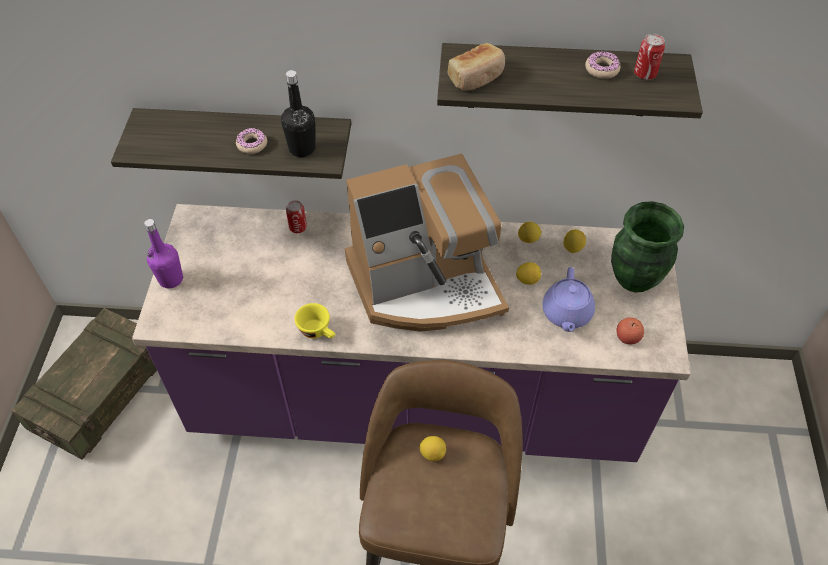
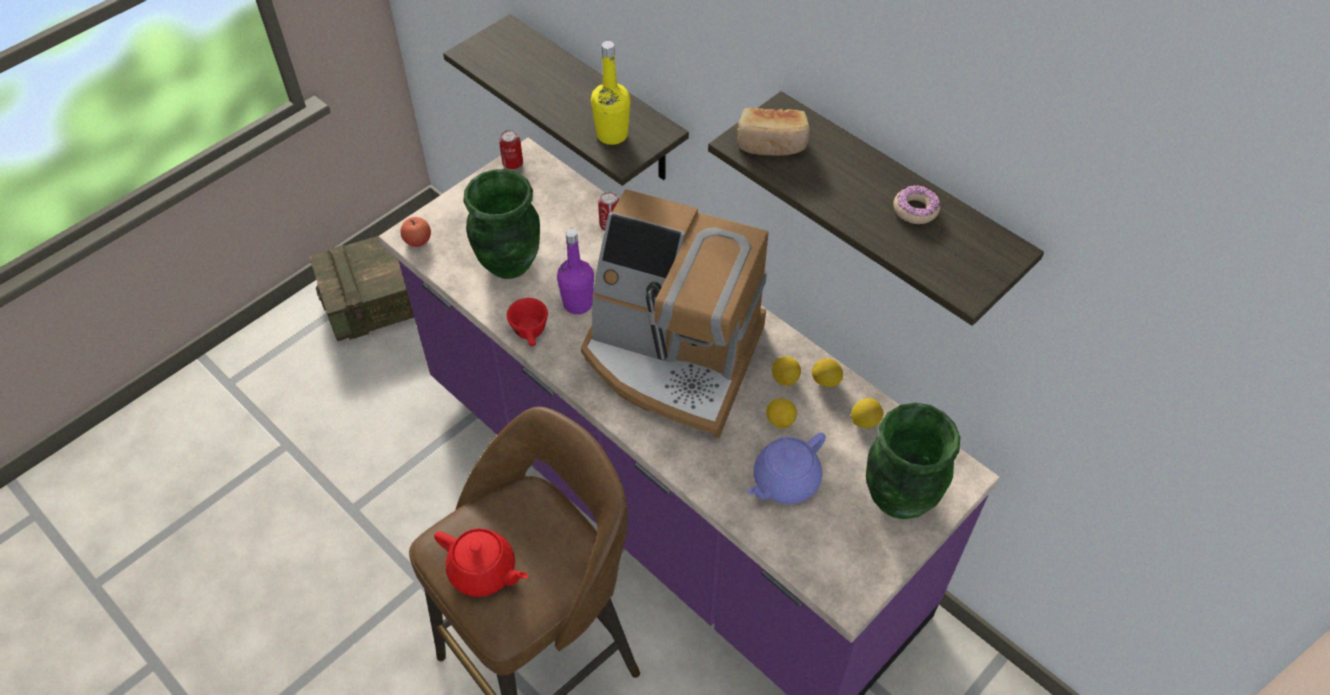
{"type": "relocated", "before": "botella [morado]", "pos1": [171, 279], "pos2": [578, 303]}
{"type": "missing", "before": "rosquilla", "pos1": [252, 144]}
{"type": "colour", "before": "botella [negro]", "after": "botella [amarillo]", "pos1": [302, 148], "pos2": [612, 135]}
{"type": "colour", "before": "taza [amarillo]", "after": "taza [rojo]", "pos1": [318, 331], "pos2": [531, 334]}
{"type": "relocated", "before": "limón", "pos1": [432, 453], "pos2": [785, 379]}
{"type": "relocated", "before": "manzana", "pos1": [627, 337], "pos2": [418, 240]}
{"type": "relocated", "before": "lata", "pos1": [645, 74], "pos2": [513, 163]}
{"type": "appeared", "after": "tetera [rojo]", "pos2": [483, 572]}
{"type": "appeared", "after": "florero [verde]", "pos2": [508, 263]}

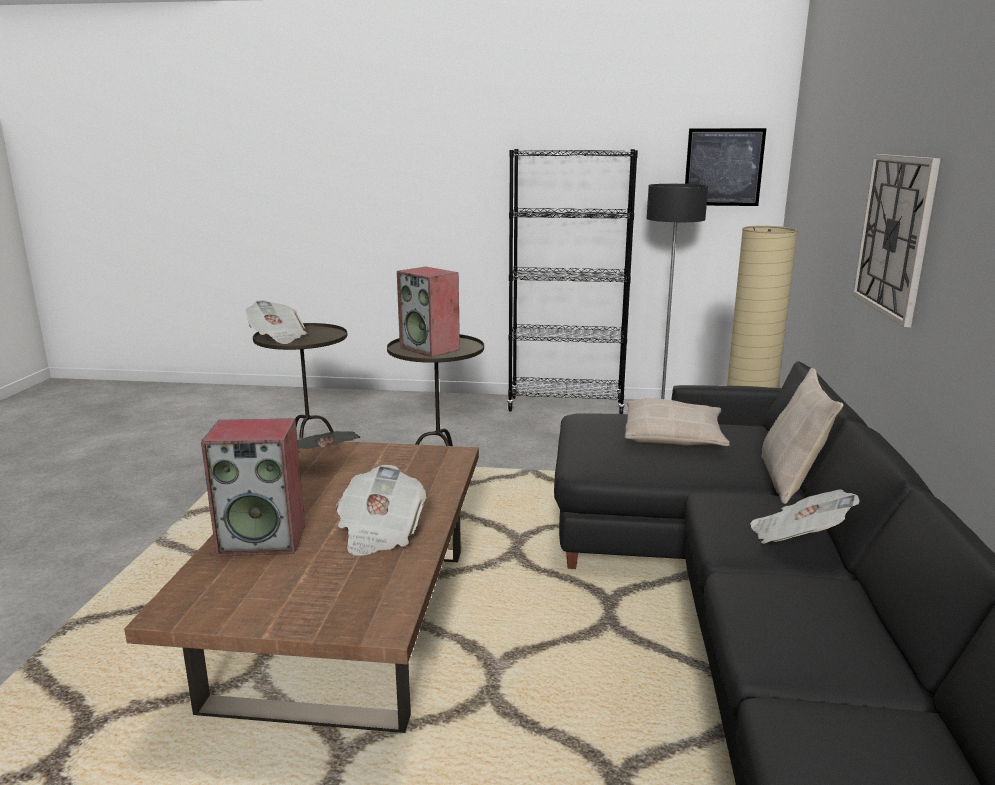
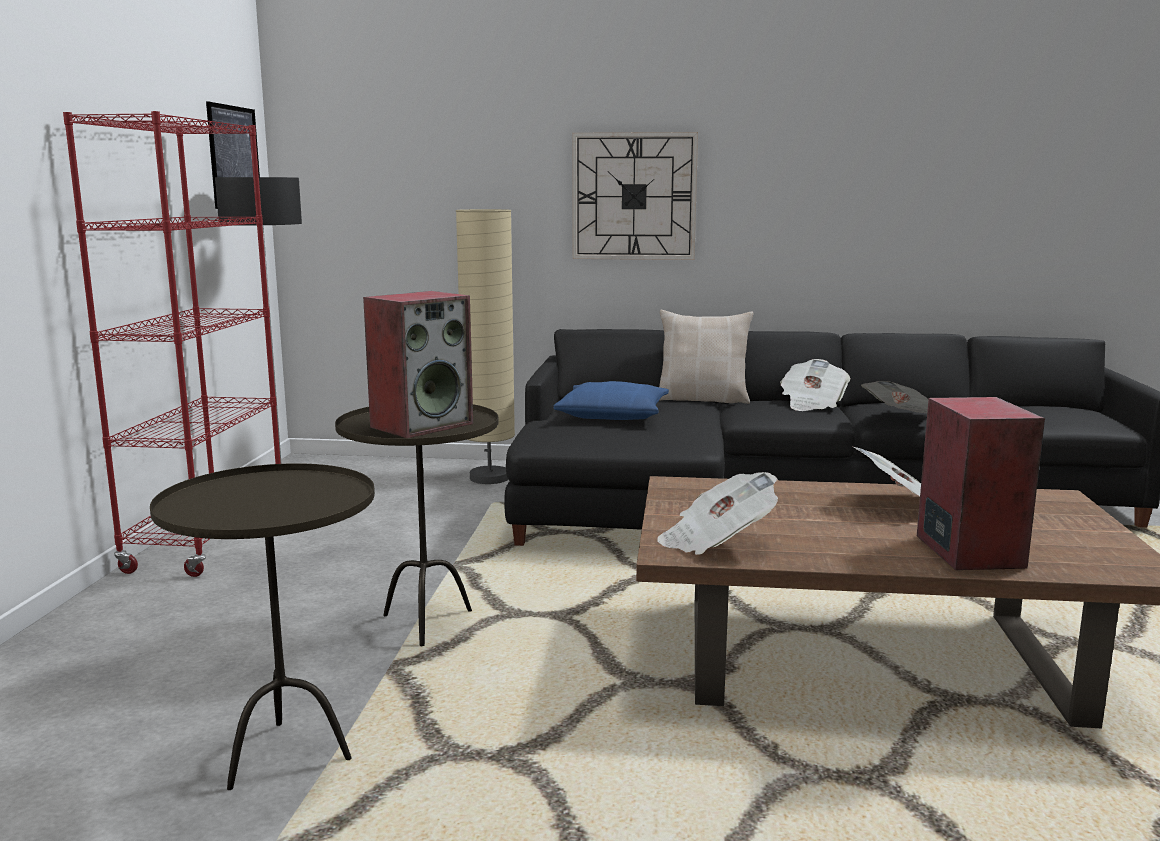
{"type": "relocated", "before": "periódico", "pos1": [277, 337], "pos2": [899, 417]}
{"type": "colour", "before": "estantería [negro]", "after": "estantería [rojo]", "pos1": [566, 406], "pos2": [208, 540]}
{"type": "colour", "before": "cojín [beis]", "after": "cojín [azul]", "pos1": [673, 436], "pos2": [613, 414]}

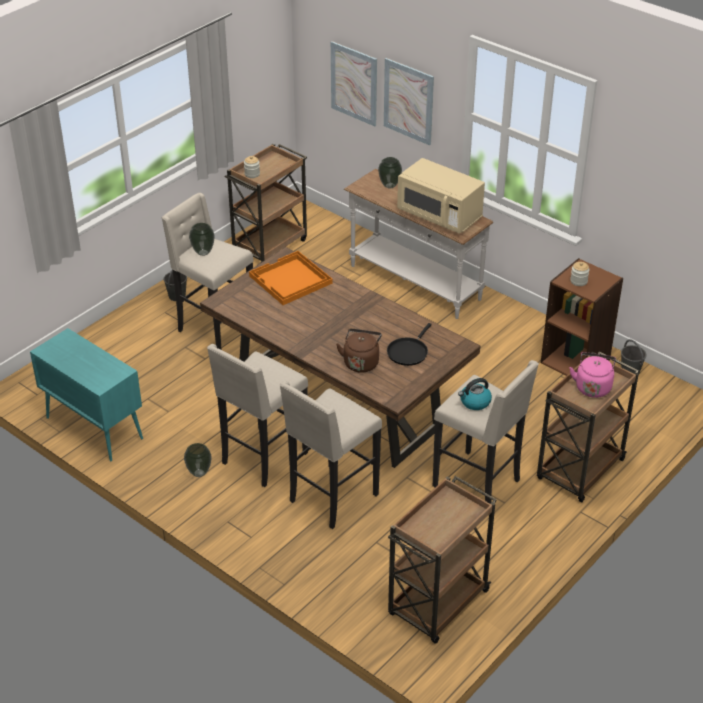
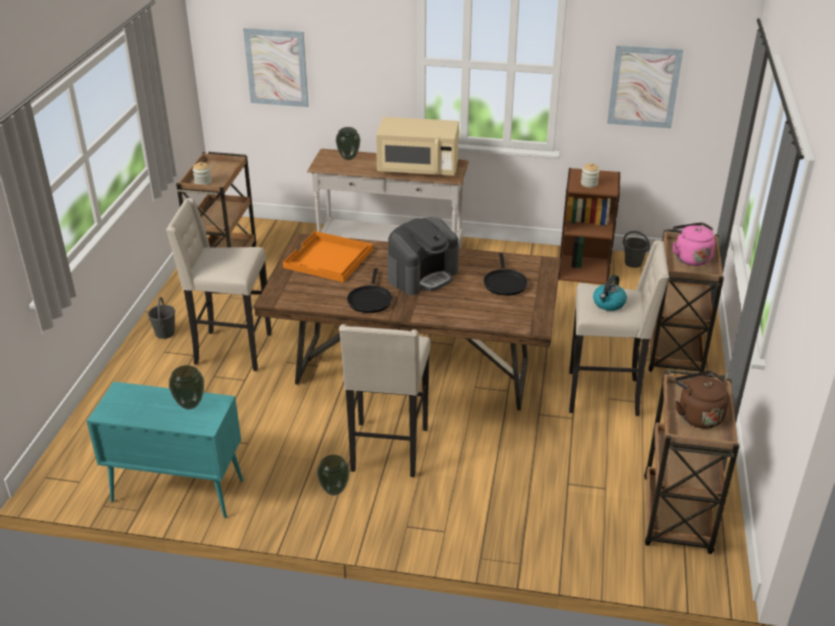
{"type": "relocated", "before": "florero", "pos1": [203, 252], "pos2": [190, 404]}
{"type": "missing", "before": "taburete [beis]", "pos1": [331, 498]}
{"type": "relocated", "before": "hervidor [marrón]", "pos1": [361, 362], "pos2": [697, 415]}
{"type": "relocated", "before": "cuadro", "pos1": [408, 101], "pos2": [644, 87]}
{"type": "appeared", "after": "sartén [negro]", "pos2": [370, 300]}
{"type": "appeared", "after": "cafetera", "pos2": [422, 275]}

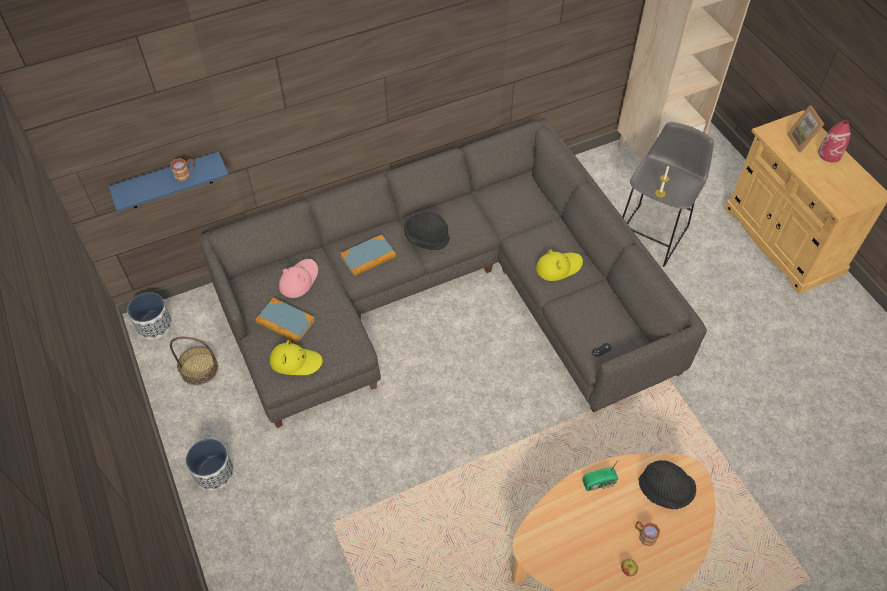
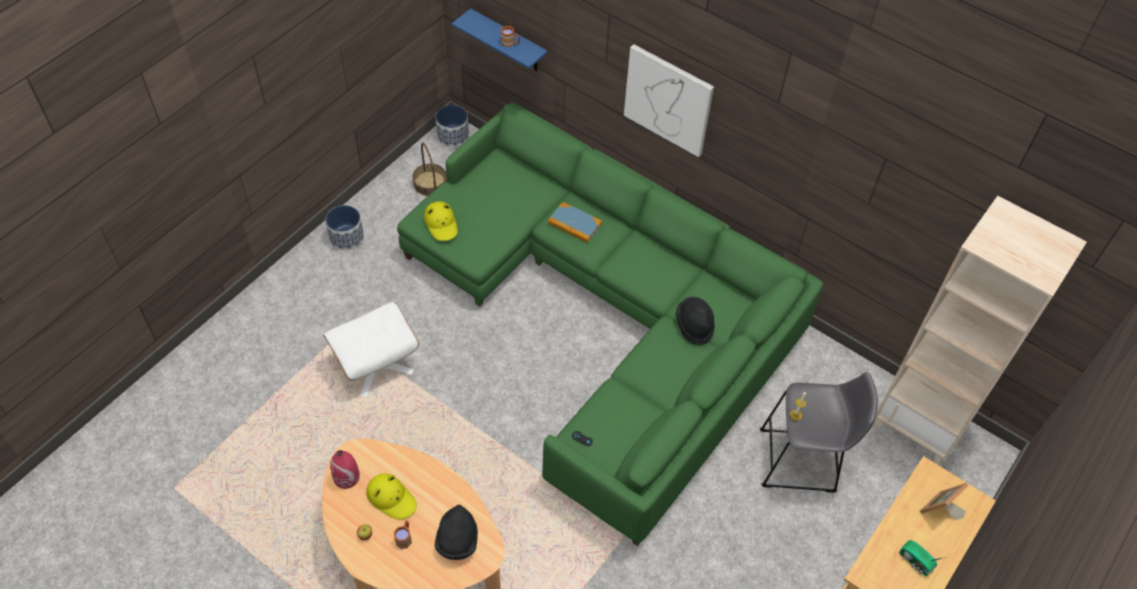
{"type": "colour", "before": "sofá [gris]", "after": "sofá [verde]", "pos1": [448, 293], "pos2": [610, 316]}
{"type": "missing", "before": "libro", "pos1": [285, 322]}
{"type": "missing", "before": "sombrero [rosa]", "pos1": [299, 280]}
{"type": "relocated", "before": "sombrero [negro]", "pos1": [426, 238], "pos2": [694, 325]}
{"type": "relocated", "before": "sombrero [amarillo]", "pos1": [558, 267], "pos2": [391, 498]}
{"type": "relocated", "before": "radio", "pos1": [600, 482], "pos2": [916, 562]}
{"type": "relocated", "before": "florero [rojo]", "pos1": [829, 154], "pos2": [346, 477]}
{"type": "appeared", "after": "puf [blanco]", "pos2": [376, 364]}
{"type": "appeared", "after": "cuadro", "pos2": [668, 100]}

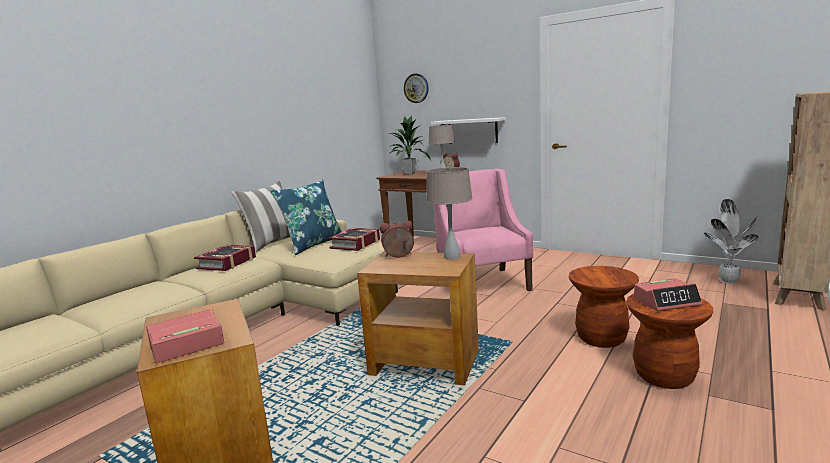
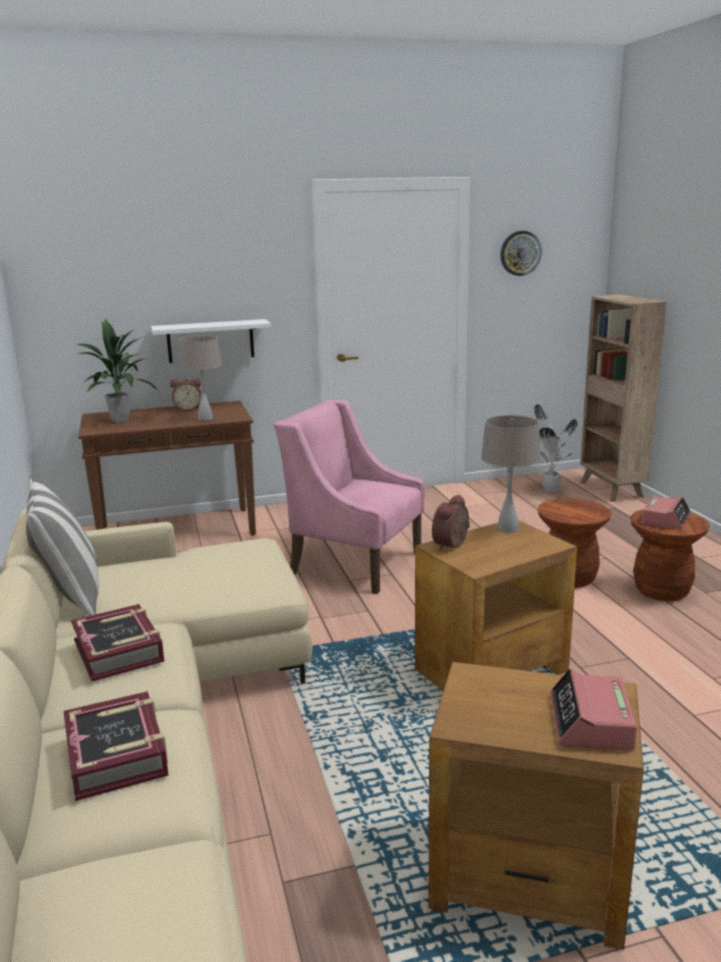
{"type": "missing", "before": "cojín [azul]", "pos1": [313, 245]}
{"type": "relocated", "before": "libro", "pos1": [355, 244], "pos2": [117, 754]}
{"type": "relocated", "before": "reloj de pared", "pos1": [416, 88], "pos2": [520, 253]}

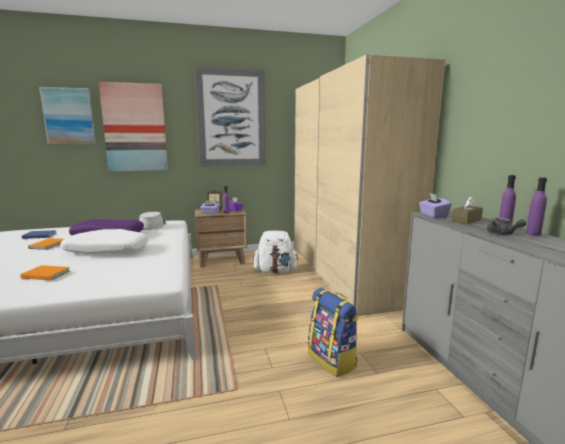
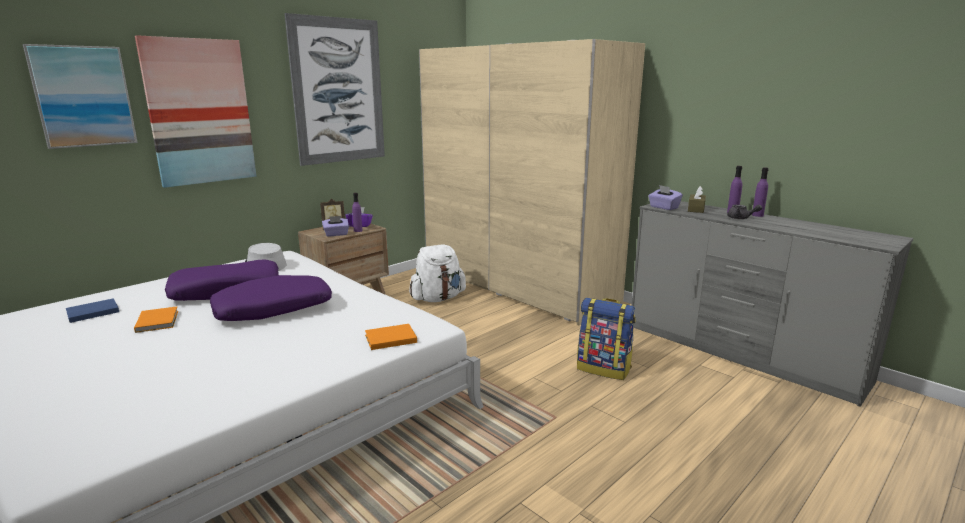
{"type": "relocated", "before": "libro [naranja]", "pos1": [46, 274], "pos2": [389, 338]}
{"type": "colour", "before": "cojín [blanco]", "after": "cojín [morado]", "pos1": [106, 251], "pos2": [273, 310]}

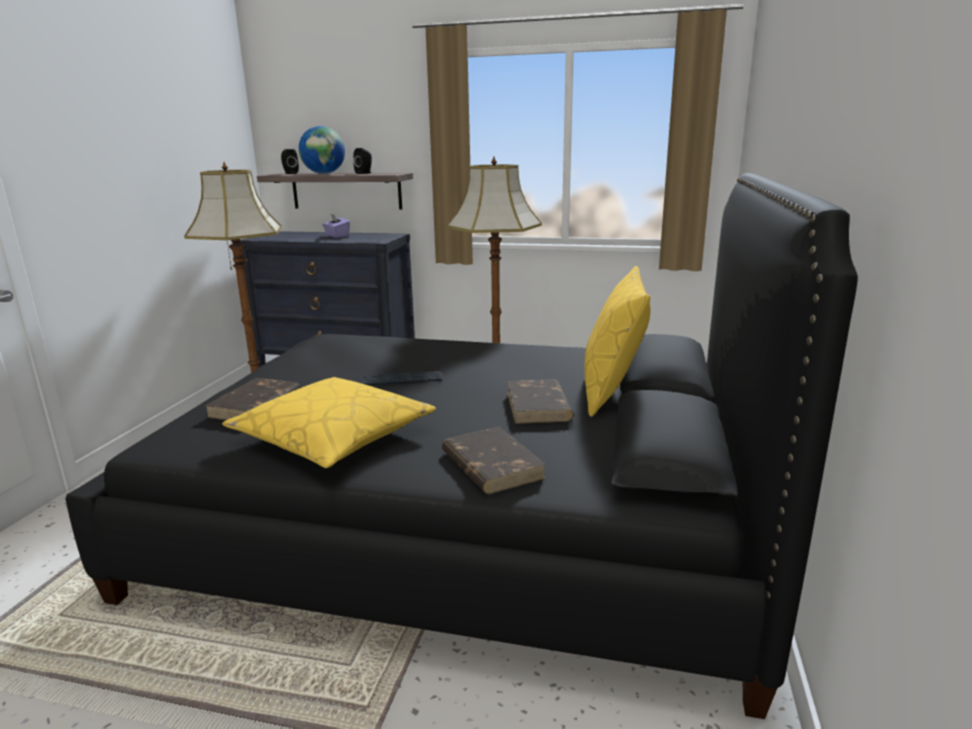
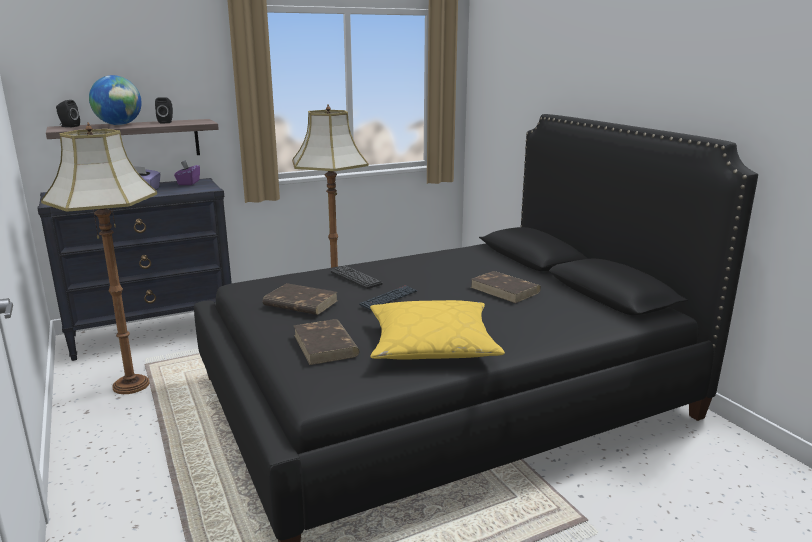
{"type": "relocated", "before": "libro [marrón]", "pos1": [491, 464], "pos2": [300, 303]}
{"type": "missing", "before": "cojín [amarillo]", "pos1": [612, 391]}
{"type": "appeared", "after": "caja de pañuelos [morado]", "pos2": [188, 183]}
{"type": "appeared", "after": "teclado", "pos2": [356, 278]}

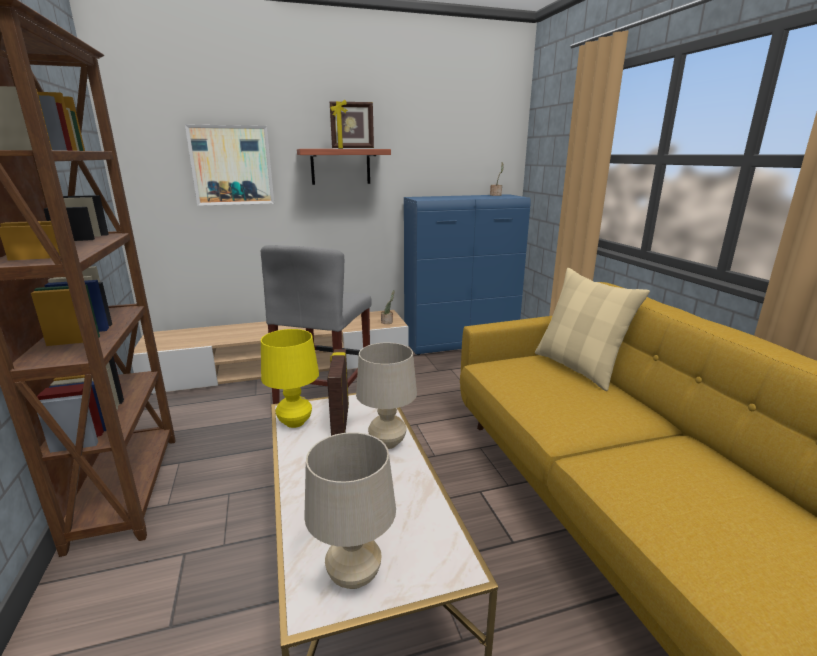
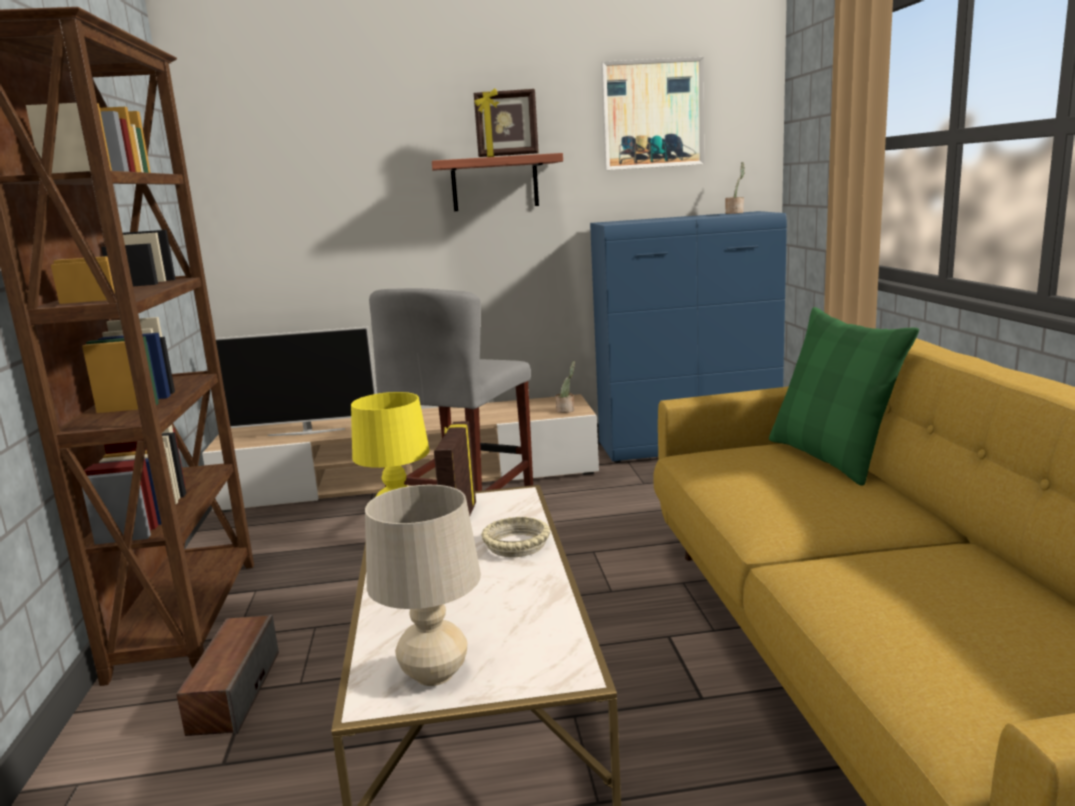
{"type": "relocated", "before": "cuadro", "pos1": [232, 165], "pos2": [652, 114]}
{"type": "exchanged", "before": "lámpara de mesa [beis]", "after": "cuenco [beis]", "pos1": [387, 443], "pos2": [517, 545]}
{"type": "colour", "before": "cojín [beis]", "after": "cojín [verde]", "pos1": [578, 368], "pos2": [831, 458]}
{"type": "appeared", "after": "altavoz", "pos2": [234, 691]}
{"type": "appeared", "after": "televisor", "pos2": [306, 432]}

